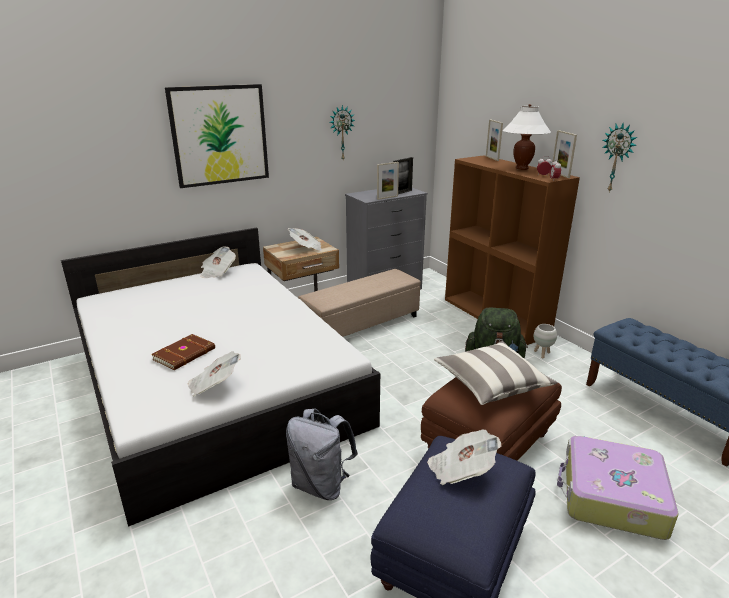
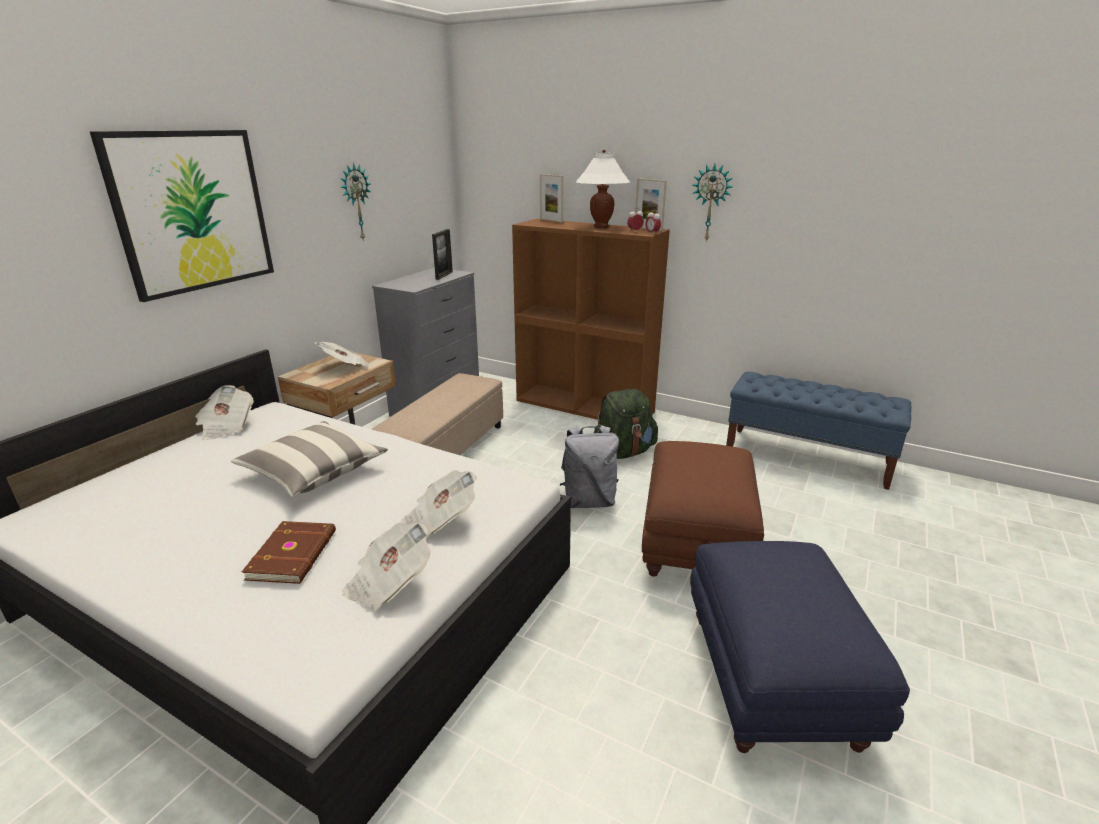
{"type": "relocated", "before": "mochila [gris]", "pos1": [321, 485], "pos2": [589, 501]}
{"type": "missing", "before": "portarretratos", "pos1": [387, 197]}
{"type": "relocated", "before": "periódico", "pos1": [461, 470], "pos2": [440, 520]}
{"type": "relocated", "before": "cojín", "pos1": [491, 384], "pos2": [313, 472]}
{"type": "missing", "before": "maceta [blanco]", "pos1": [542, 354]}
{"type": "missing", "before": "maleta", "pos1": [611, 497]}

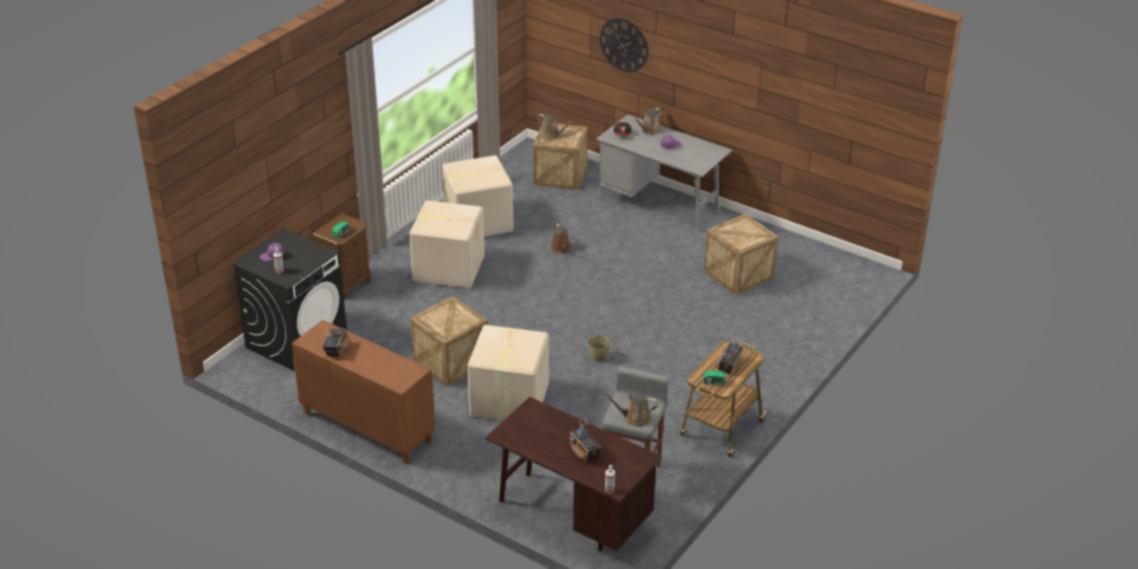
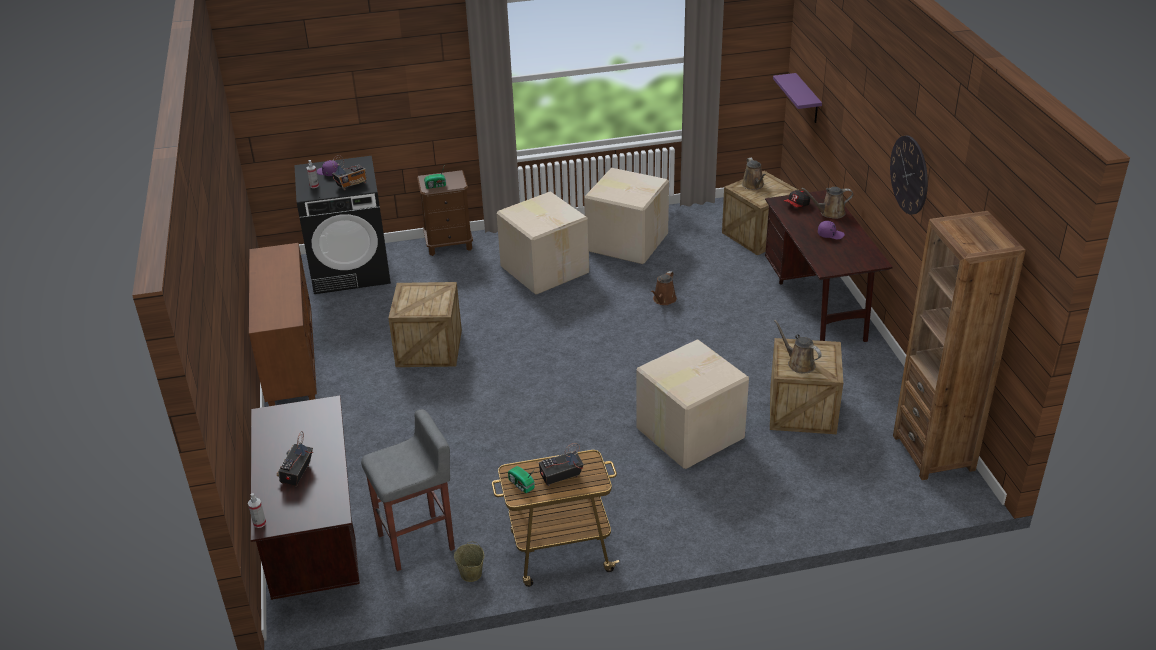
{"type": "relocated", "before": "radio", "pos1": [337, 350], "pos2": [352, 185]}
{"type": "relocated", "before": "caja de cartón", "pos1": [508, 400], "pos2": [688, 433]}
{"type": "relocated", "before": "cubo [beis]", "pos1": [599, 357], "pos2": [471, 574]}
{"type": "colour", "before": "escritorio [gris]", "after": "escritorio [marrón]", "pos1": [661, 205], "pos2": [818, 305]}
{"type": "relocated", "before": "reloj de pared", "pos1": [624, 44], "pos2": [909, 175]}
{"type": "relocated", "before": "regadera [marrón]", "pos1": [634, 418], "pos2": [799, 363]}
{"type": "appeared", "after": "estante [morado]", "pos2": [807, 99]}
{"type": "appeared", "after": "estantería [marrón]", "pos2": [933, 452]}

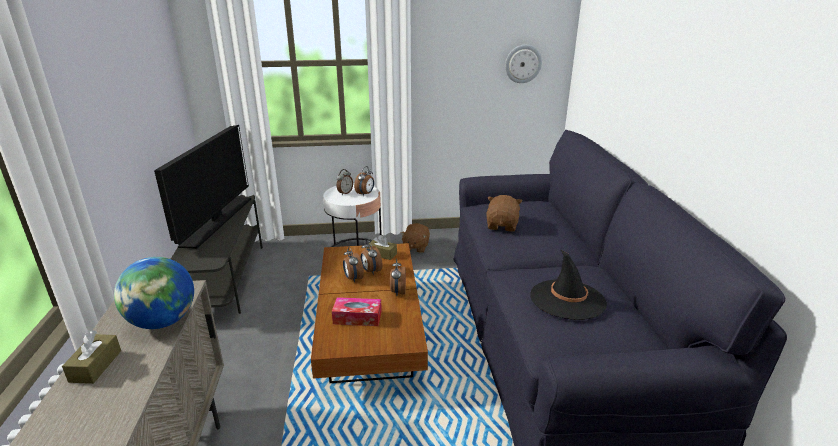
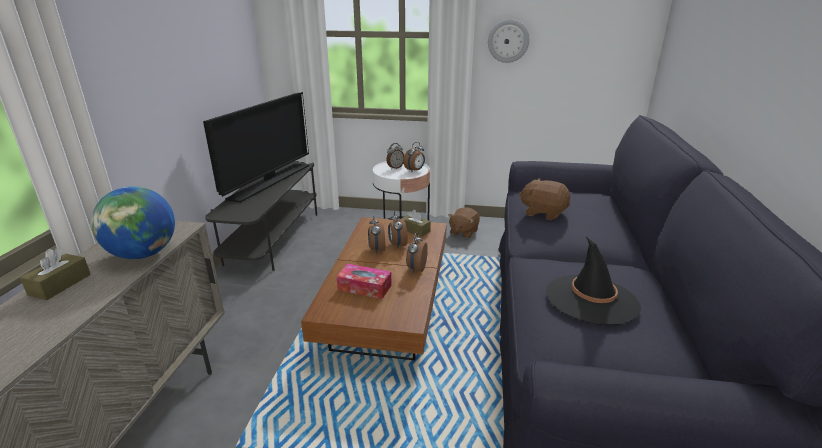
{"type": "spun", "before": "peluche [marrón]", "pos1": [502, 225], "pos2": [543, 212], "turn": -90}
{"type": "relocated", "before": "reloj de pared", "pos1": [523, 64], "pos2": [508, 41]}

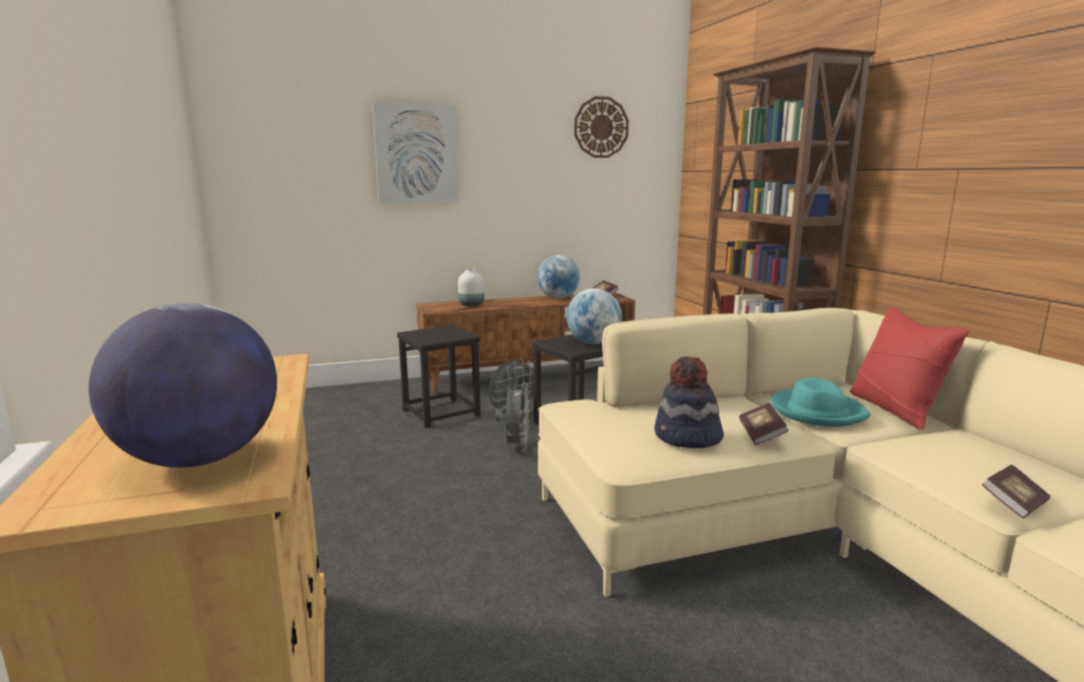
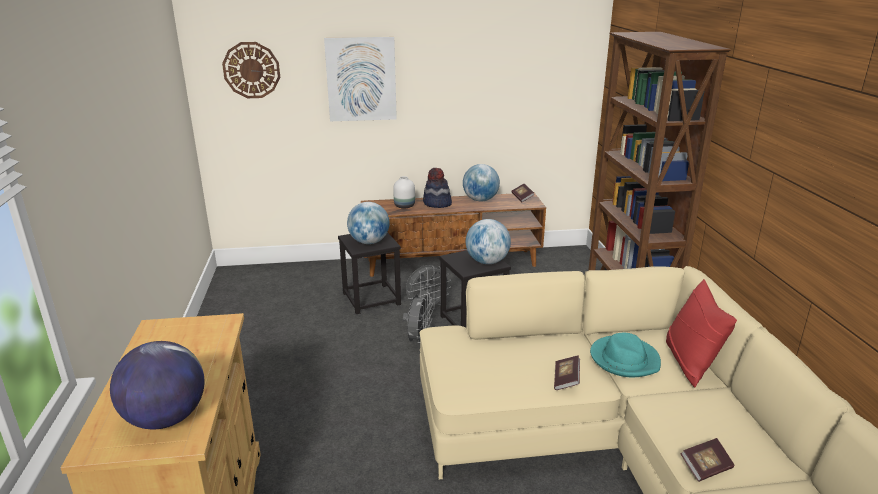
{"type": "relocated", "before": "reloj de pared", "pos1": [601, 127], "pos2": [251, 70]}
{"type": "relocated", "before": "sombrero", "pos1": [687, 438], "pos2": [437, 204]}
{"type": "appeared", "after": "globo terráqueo", "pos2": [369, 242]}

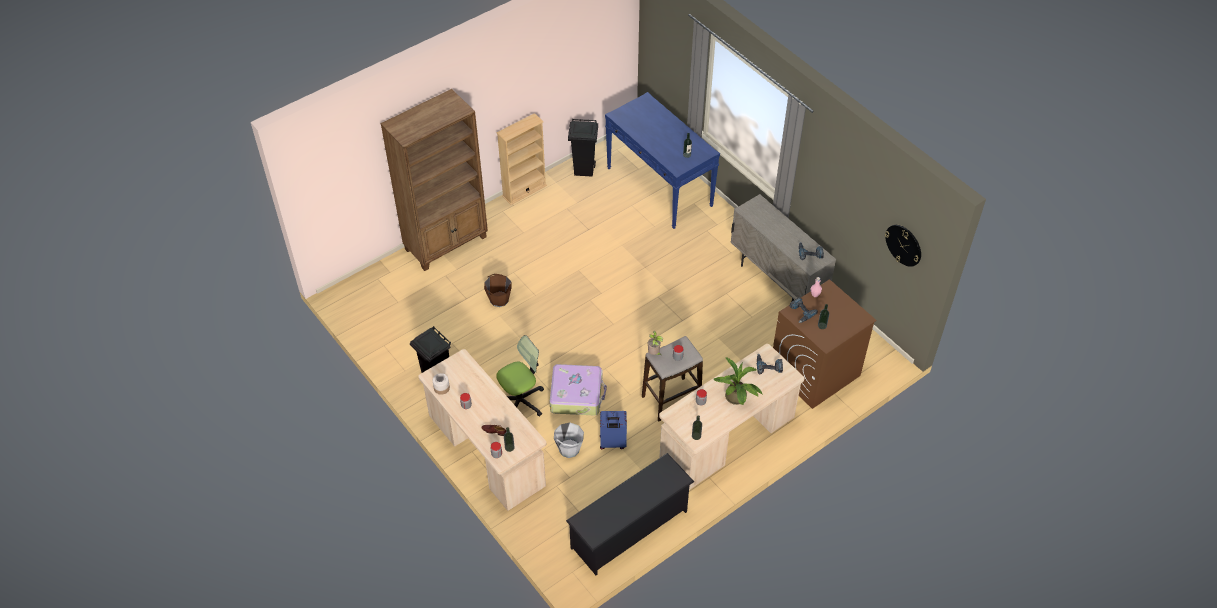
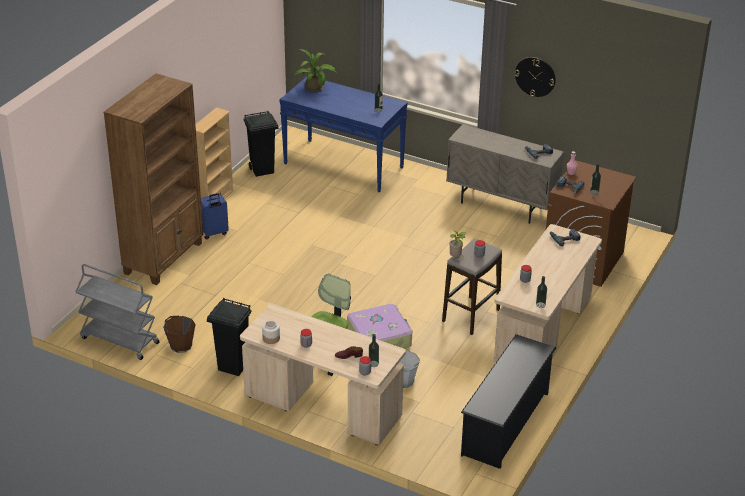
{"type": "relocated", "before": "cubo [marrón]", "pos1": [499, 299], "pos2": [180, 345]}
{"type": "relocated", "before": "maleta [azul]", "pos1": [612, 443], "pos2": [214, 233]}
{"type": "relocated", "before": "planta en maceta", "pos1": [737, 399], "pos2": [315, 89]}
{"type": "relocated", "before": "reloj de pared", "pos1": [903, 245], "pos2": [535, 76]}
{"type": "appeared", "after": "carrito [gris]", "pos2": [119, 340]}

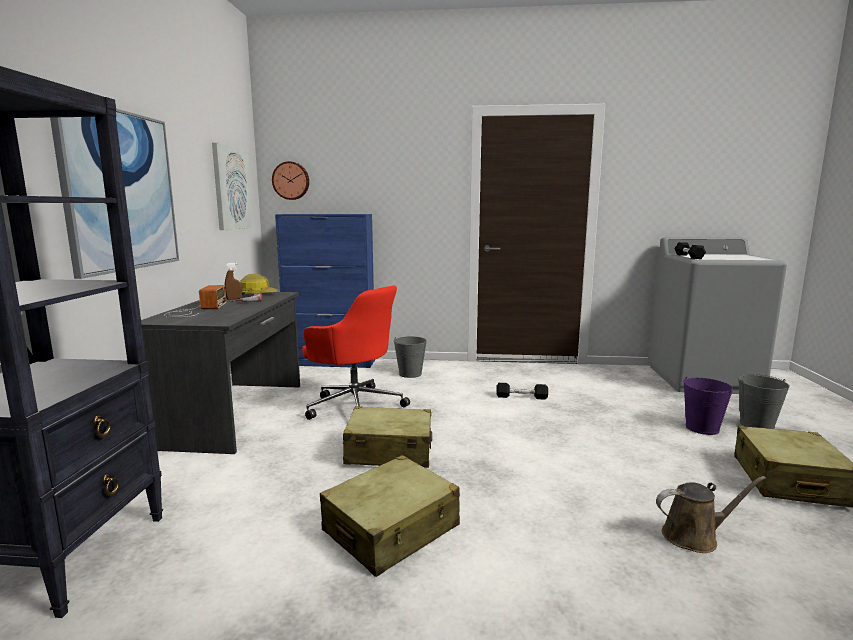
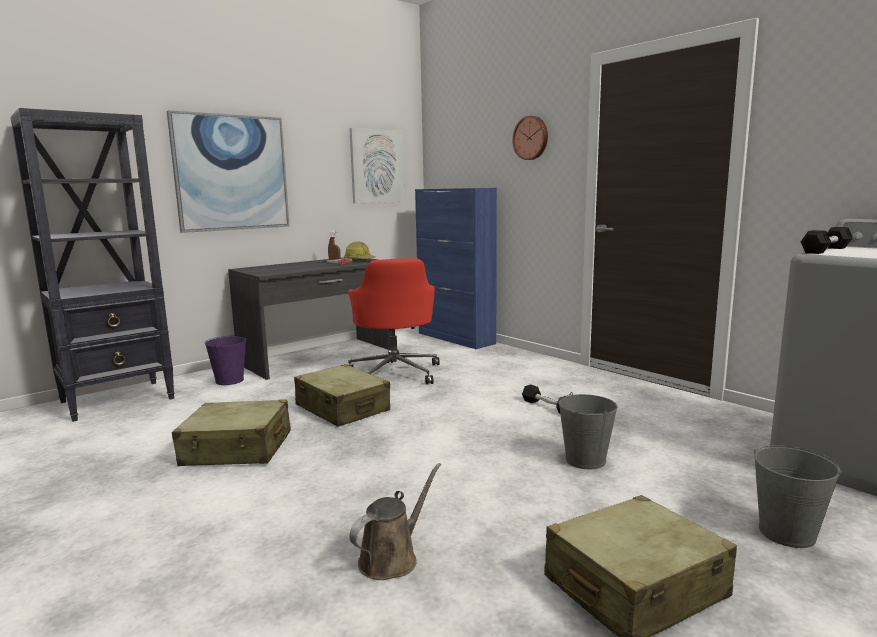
{"type": "missing", "before": "radio", "pos1": [196, 310]}
{"type": "relocated", "before": "reloj de pared", "pos1": [291, 180], "pos2": [531, 138]}
{"type": "relocated", "before": "cubo [gris]", "pos1": [410, 374], "pos2": [585, 460]}
{"type": "spun", "before": "regadera [marrón]", "pos1": [694, 536], "pos2": [392, 558], "turn": -90}
{"type": "relocated", "before": "cubo [morado]", "pos1": [702, 428], "pos2": [230, 380]}

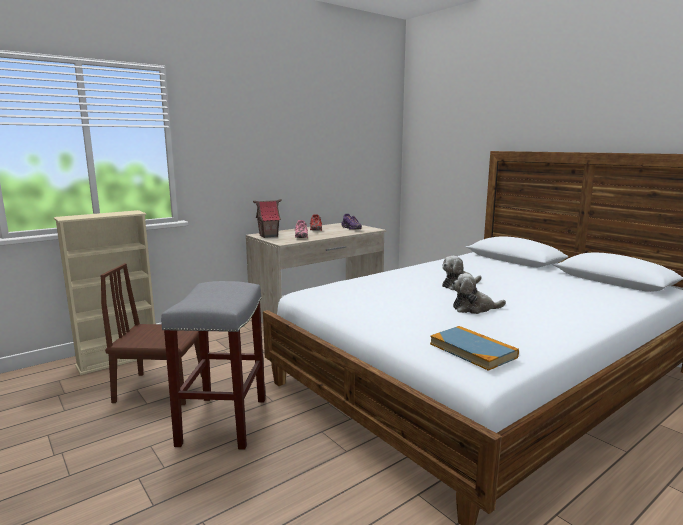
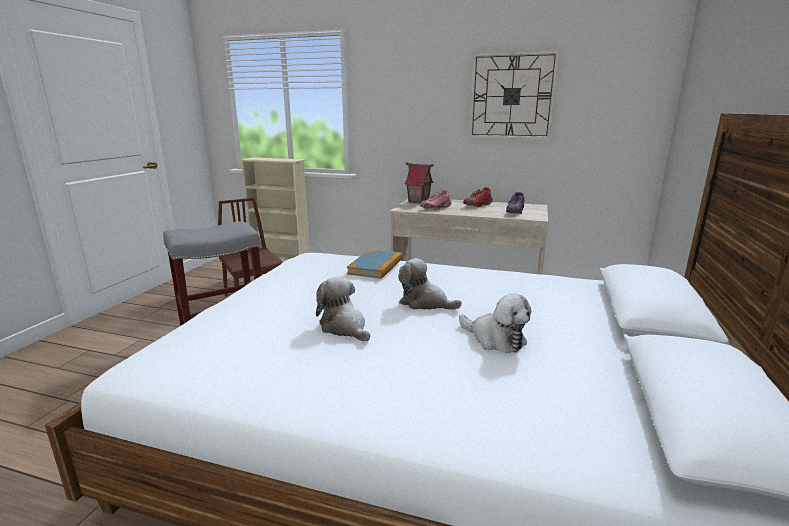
{"type": "relocated", "before": "libro", "pos1": [472, 350], "pos2": [376, 266]}
{"type": "appeared", "after": "peluche", "pos2": [495, 339]}
{"type": "appeared", "after": "reloj de pared", "pos2": [511, 96]}

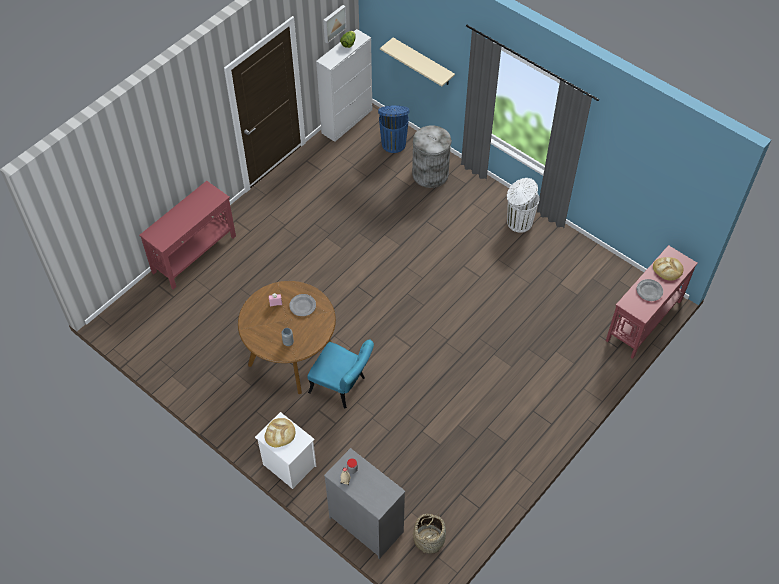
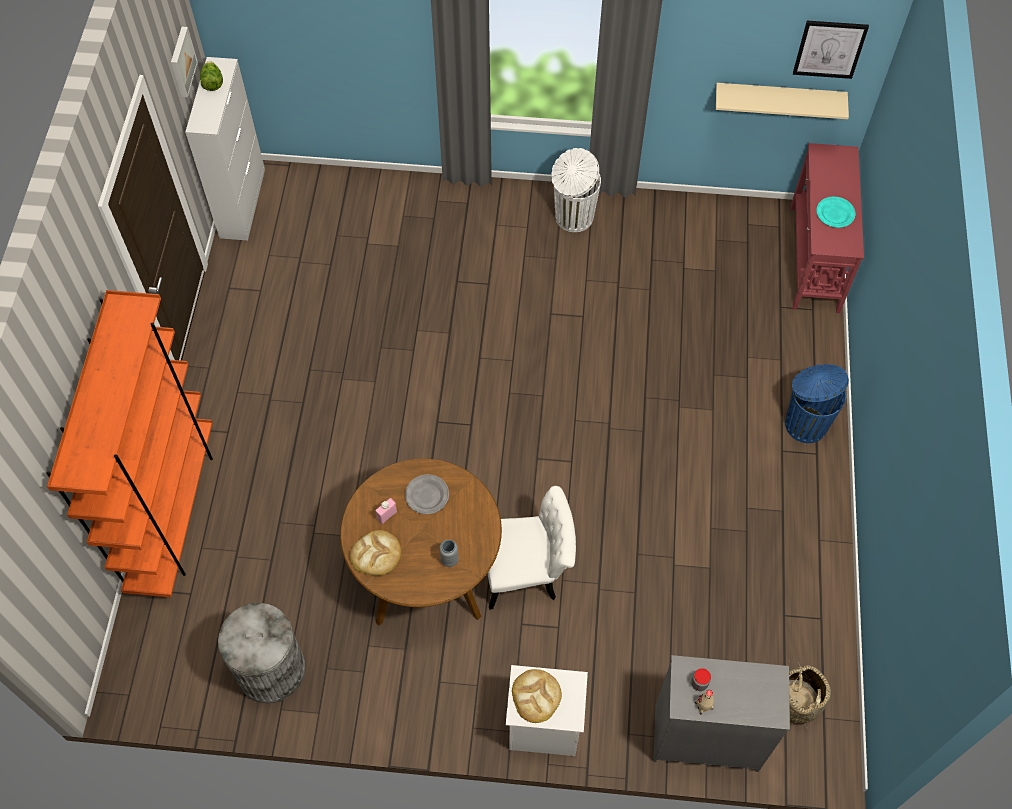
{"type": "exchanged", "before": "mesa consola [rojo]", "after": "estantería [naranja]", "pos1": [195, 254], "pos2": [173, 512]}
{"type": "colour", "before": "silla [turquesa]", "after": "silla [blanco]", "pos1": [342, 387], "pos2": [528, 572]}
{"type": "relocated", "before": "papelera [azul]", "pos1": [393, 143], "pos2": [804, 423]}
{"type": "relocated", "before": "estante [beis]", "pos1": [423, 62], "pos2": [779, 98]}
{"type": "relocated", "before": "papelera [gris]", "pos1": [430, 174], "pos2": [271, 669]}
{"type": "colour", "before": "plato [gris]", "after": "plato [turquesa]", "pos1": [649, 291], "pos2": [835, 213]}
{"type": "relocated", "before": "pan", "pos1": [668, 269], "pos2": [376, 554]}
{"type": "appeared", "after": "cuadro", "pos2": [829, 49]}

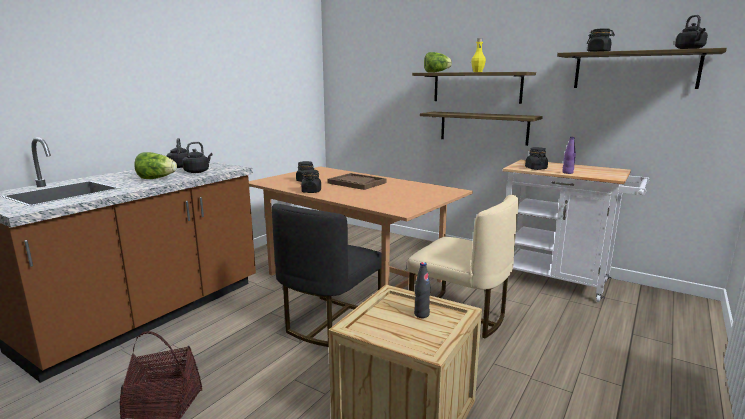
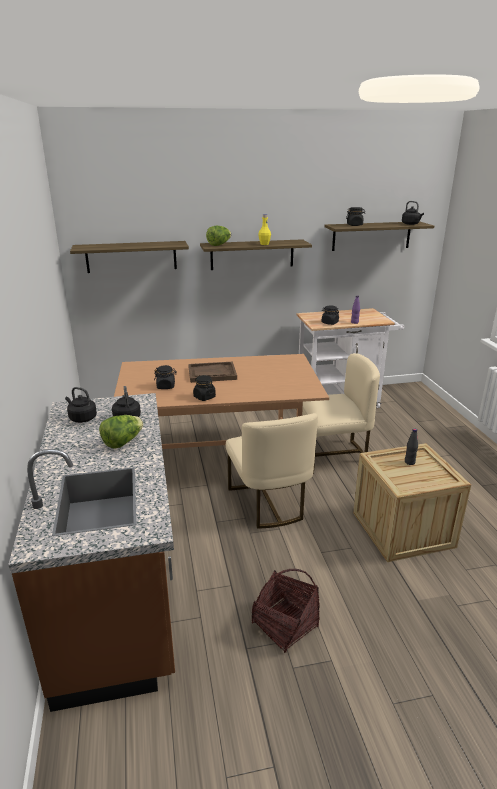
{"type": "colour", "before": "silla [negro]", "after": "silla [beis]", "pos1": [329, 321], "pos2": [269, 503]}
{"type": "relocated", "before": "estante", "pos1": [483, 128], "pos2": [131, 257]}

